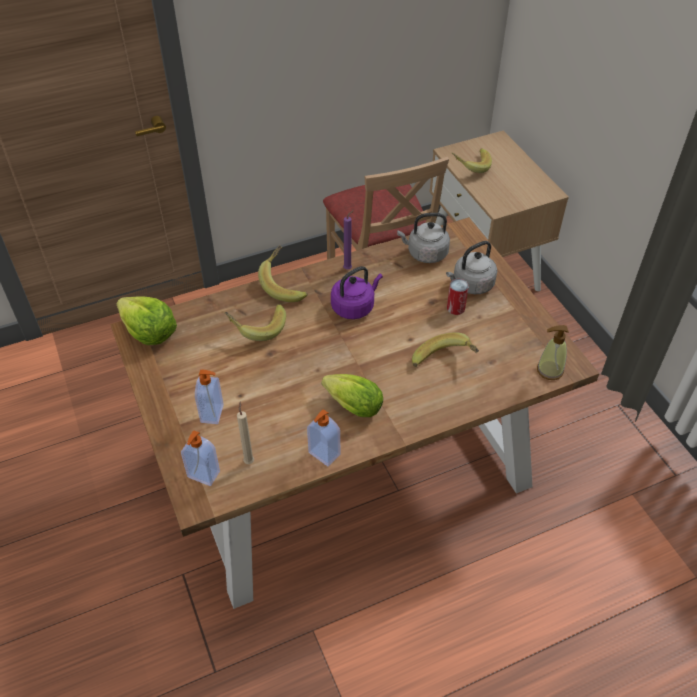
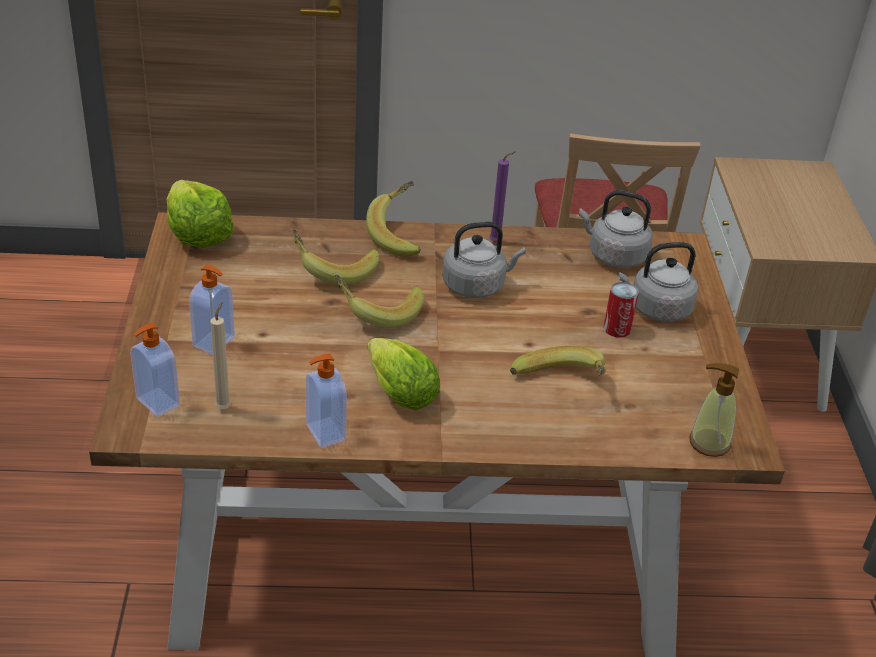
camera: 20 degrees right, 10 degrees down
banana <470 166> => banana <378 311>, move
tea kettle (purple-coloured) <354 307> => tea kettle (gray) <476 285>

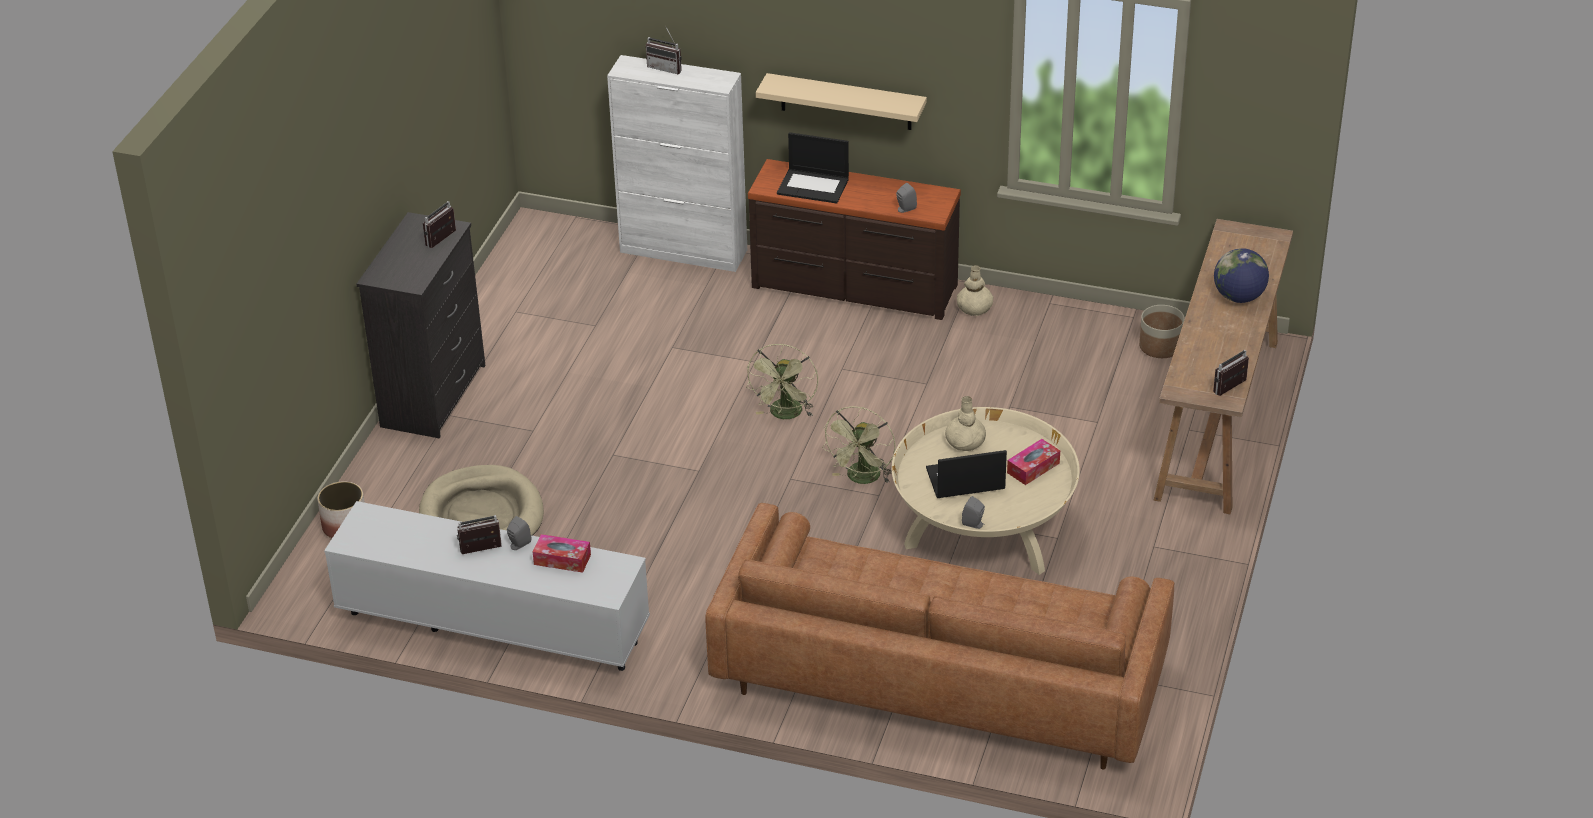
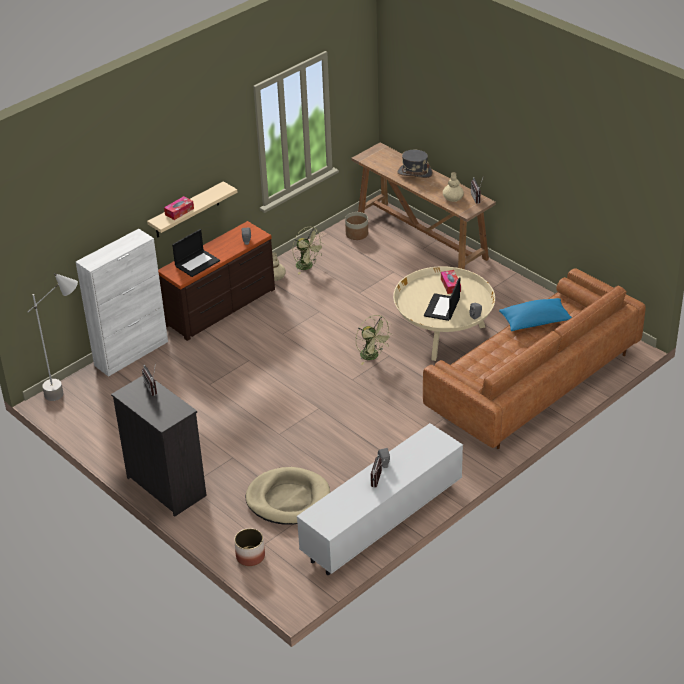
camera: 60 degrees left, 0 degrees up
nothing => standing lamp (gray) <70 392>
box of tissues <562 559> => box of tissues <179 211>, move
fan (greenish) <785 415> => fan (greenish) <307 266>, move
desk globe <1239 297> => wearable hat (gray) <414 173>
decorative vase (sand-coloured) <965 442> => decorative vase (sand-coloured) <453 197>, move
nothing => throw pillow (blue) <535 322>
radio receiver <666 67> => nothing

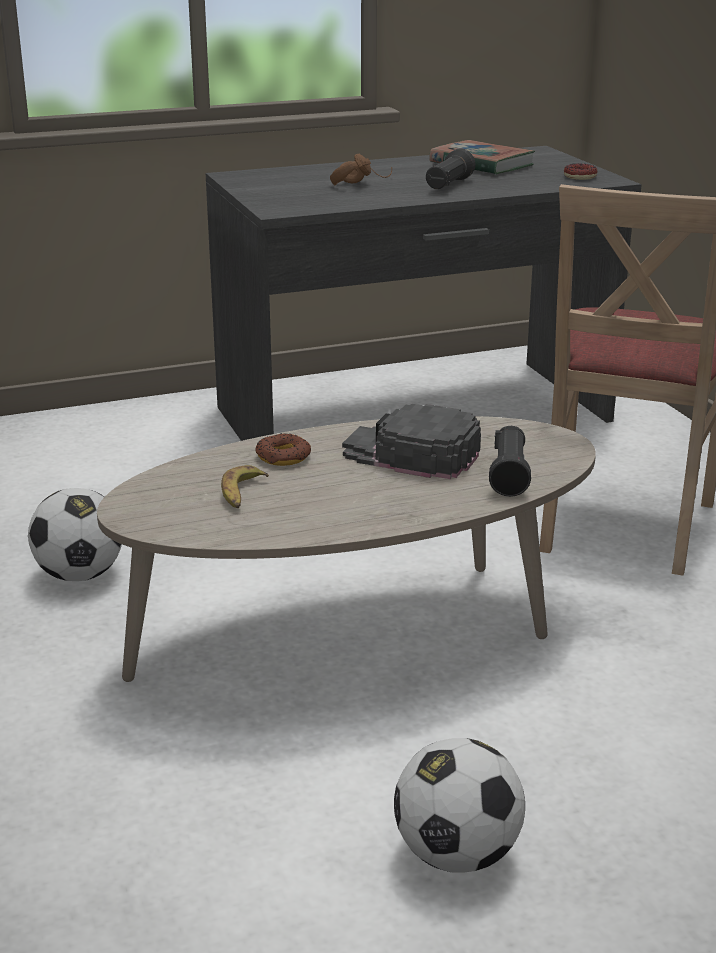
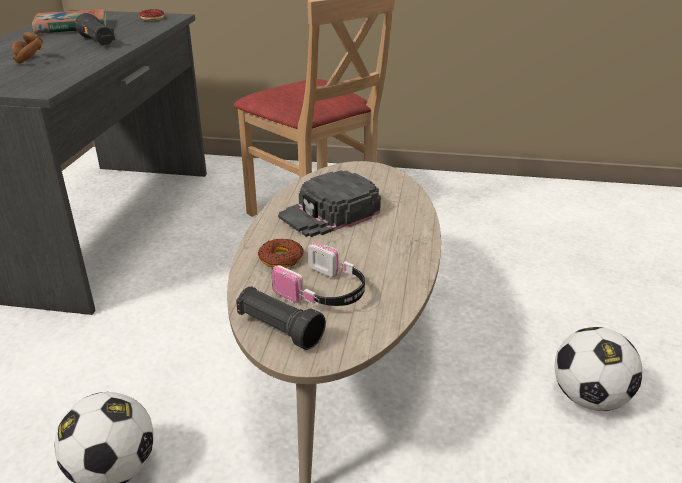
camera: 60 degrees left, 5 degrees up
torch (black-coloured) <509 475> => torch (black-coloured) <279 329>, move
banana <242 494> => headphones <324 293>

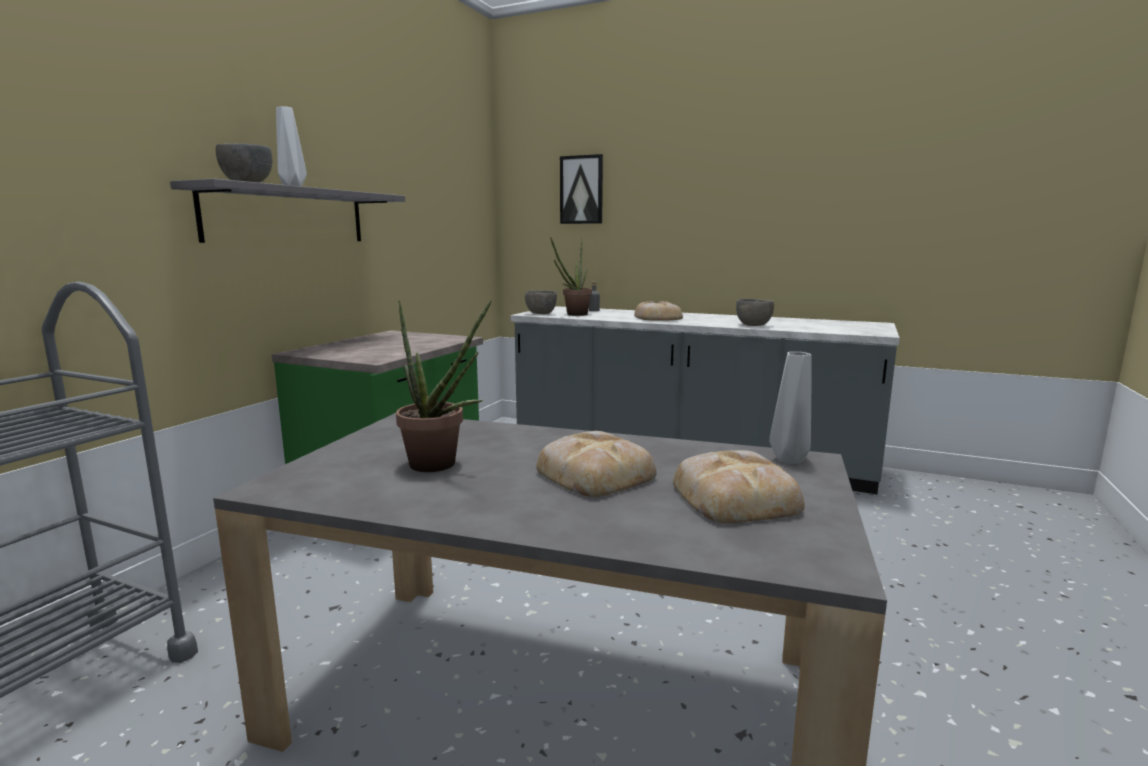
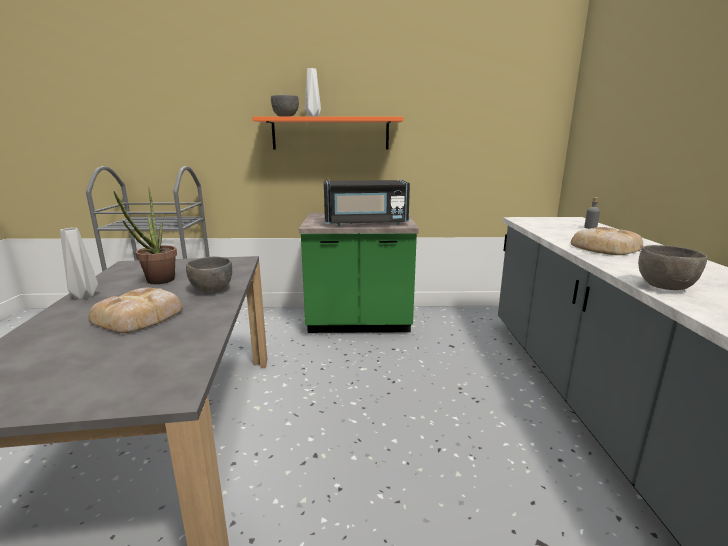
camera: 65 degrees right, 5 degrees up
decorative vase (gray) <787 459> => decorative vase (gray) <85 296>, move
serving bowl (gray) <540 314> => serving bowl (gray) <212 290>, move
wall shelf (gray) <288 216> => wall shelf (orange-coloured) <330 134>
nothing => kitchen microwave (black-coloured) <365 223>
plant in a pot <573 315> => nothing
wall art <581 190> => nothing
bread <735 497> => nothing

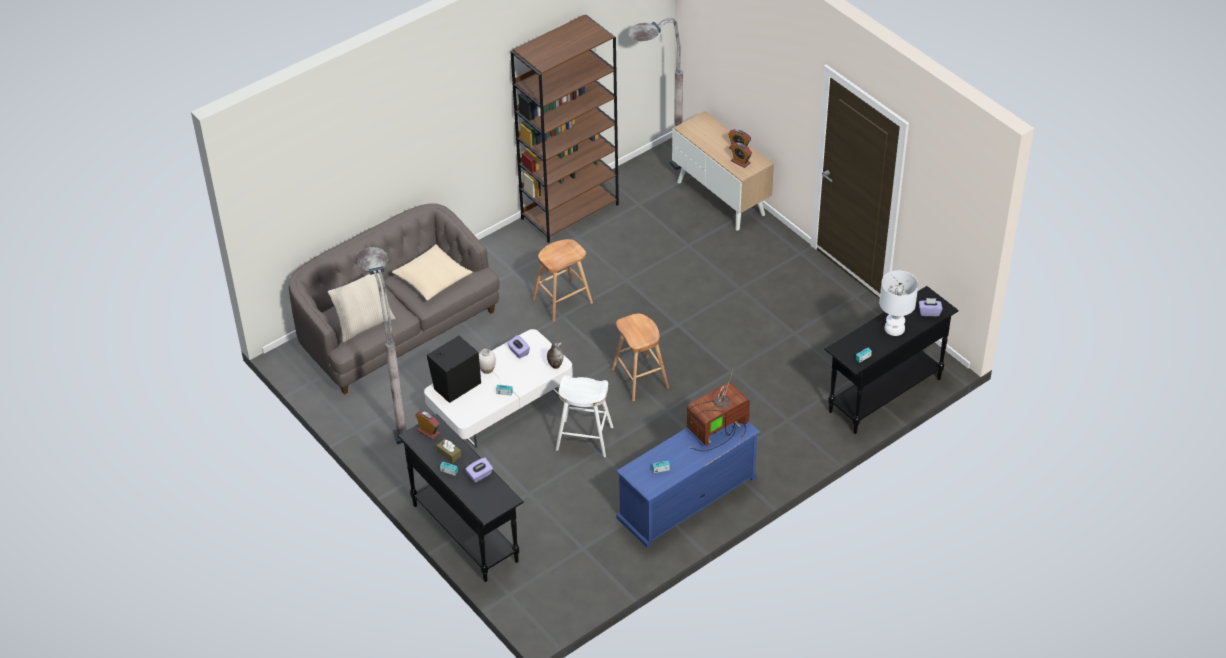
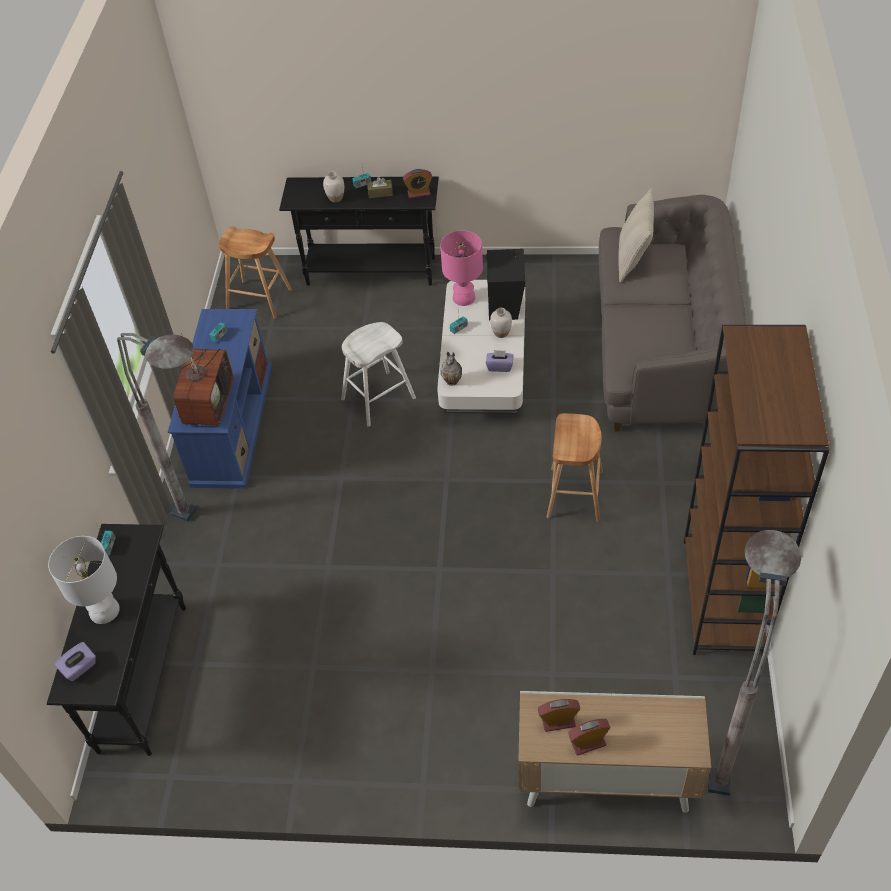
camera: 135 degrees right, 5 degrees up
standing lamp (gray) <395 414> => standing lamp (gray) <217 525>, move
stool (brown) <640 378> => stool (brown) <259 299>, move
box of tissues (purple-coloured) <479 475> => decorative vase (white) <336 198>
nothing => table lamp (pink) <464 298>
throw pillow (sand-coloured) <432 278> => nothing

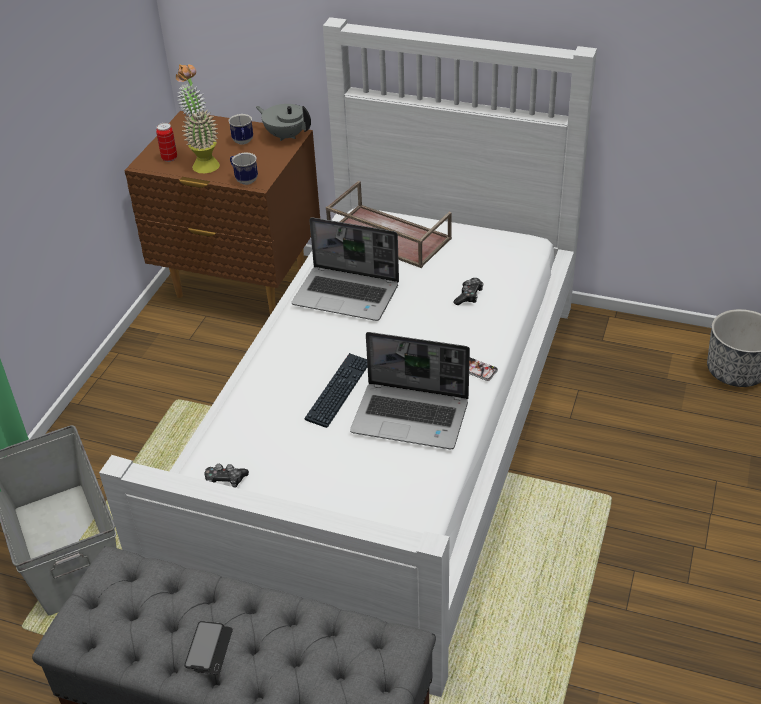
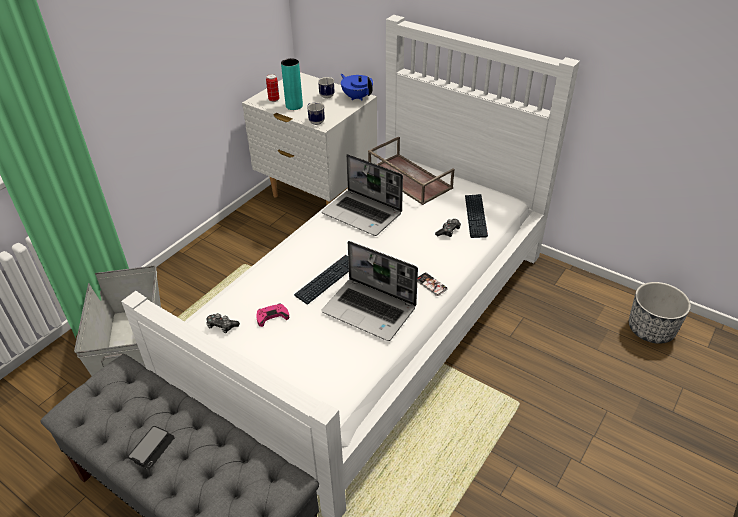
camera: 15 degrees right, 0 degrees up
night table (brown) <240 284> => night table (white) <317 196>
nothing => joypad (pink) <272 316>
plant in a pot <203 163> => decorative vase (turquoise-coloured) <294 106>
tea pot (gray) <286 135> => tea pot (blue) <357 97>
nothing => keyboard <475 216>

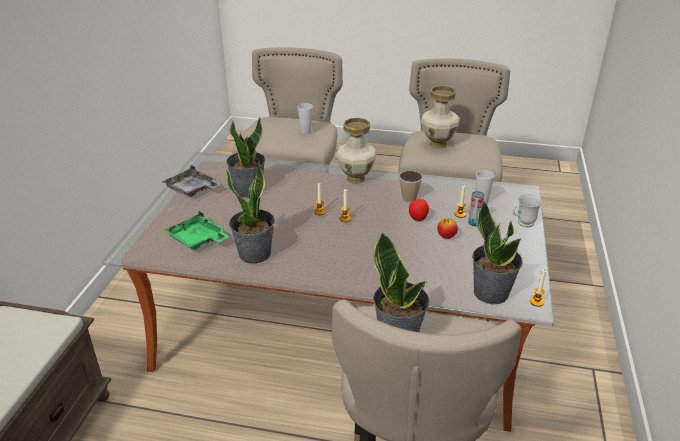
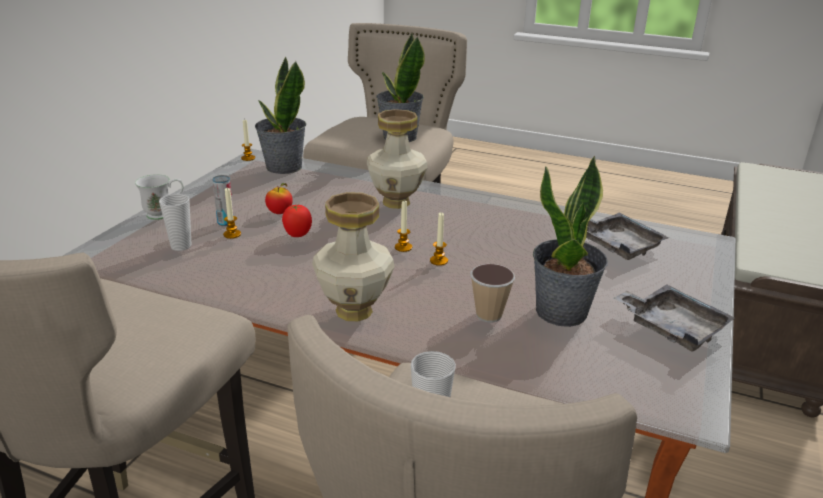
camera: 170 degrees left, 5 degrees down
decorative vase <438 144> => decorative vase <396 202>, move
small cup <409 198> => small cup <489 315>, move
carrying tray (greenish) <198 240> => carrying tray (gray) <617 244>
plant in a pot <255 254> => nothing

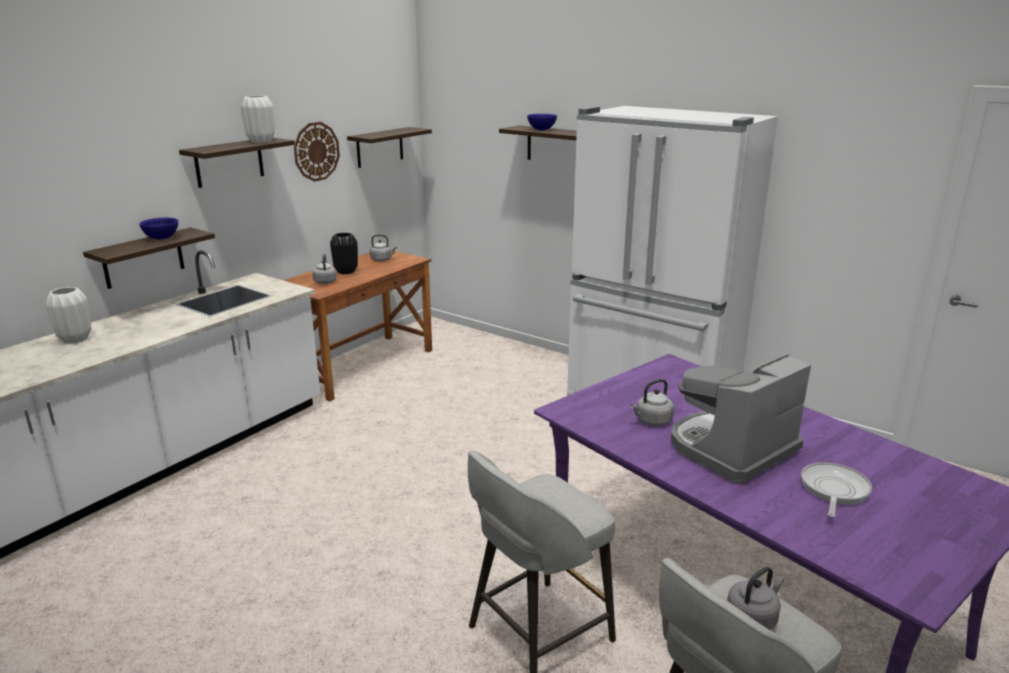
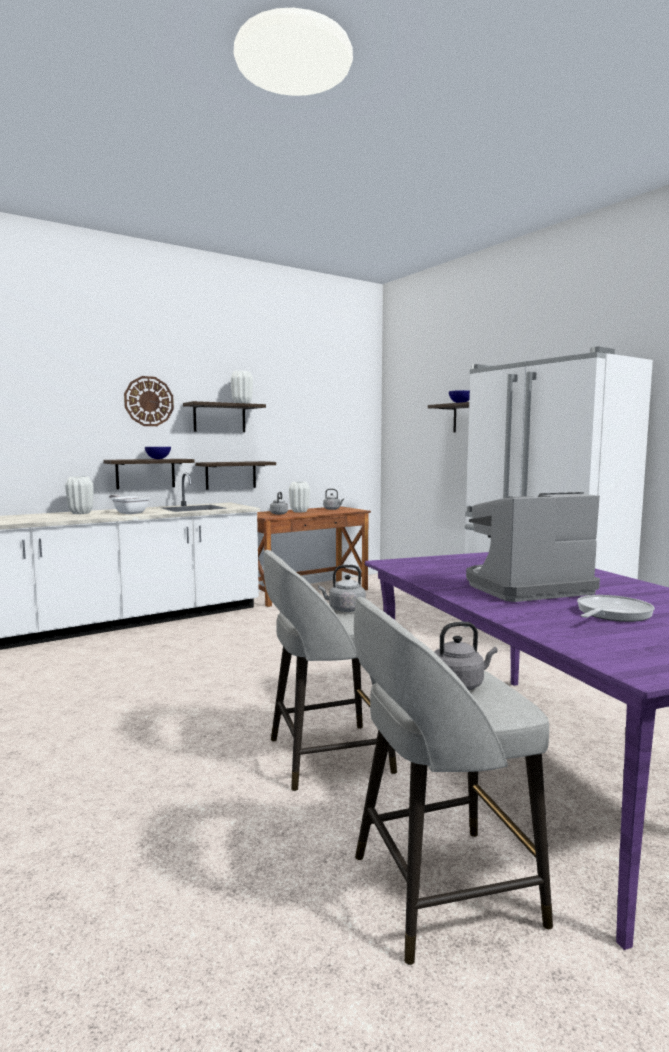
camera: 20 degrees right, 15 degrees down
nothing => frying pan <129 513>
clock on the wall <316 151> => clock on the wall <149 401>, move
wall shelf <380 147> => wall shelf <231 475>, move
decorative vase (black-coloured) <346 271> => decorative vase (white) <299 511>
tea kettle (gray) <652 421> => tea kettle (gray) <344 609>, move

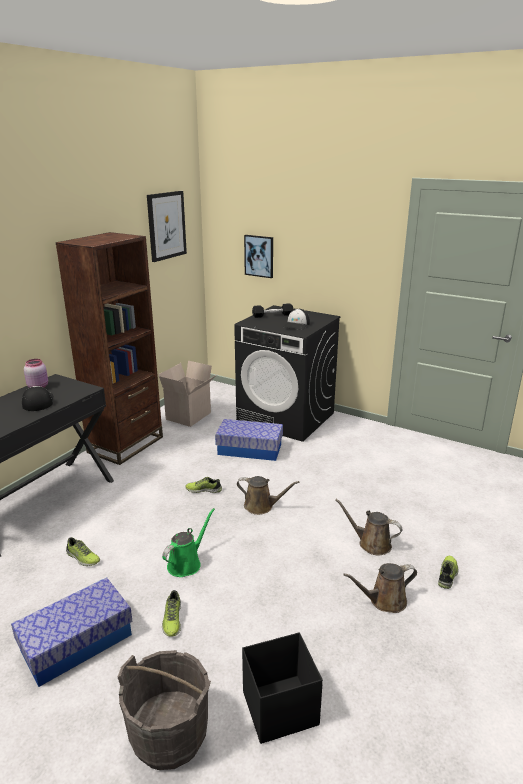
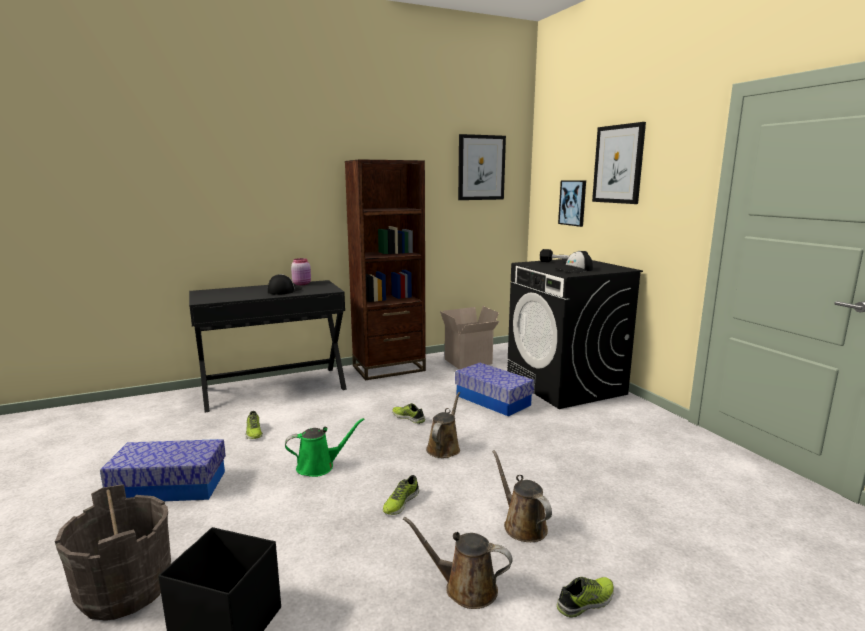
camera: 35 degrees right, 10 degrees down
item of footwear <172 619> => item of footwear <400 502>, move
watering can (brown) <261 506> => watering can (brown) <444 448>, 120 degrees counterclockwise
nothing => wall art <618 164>

